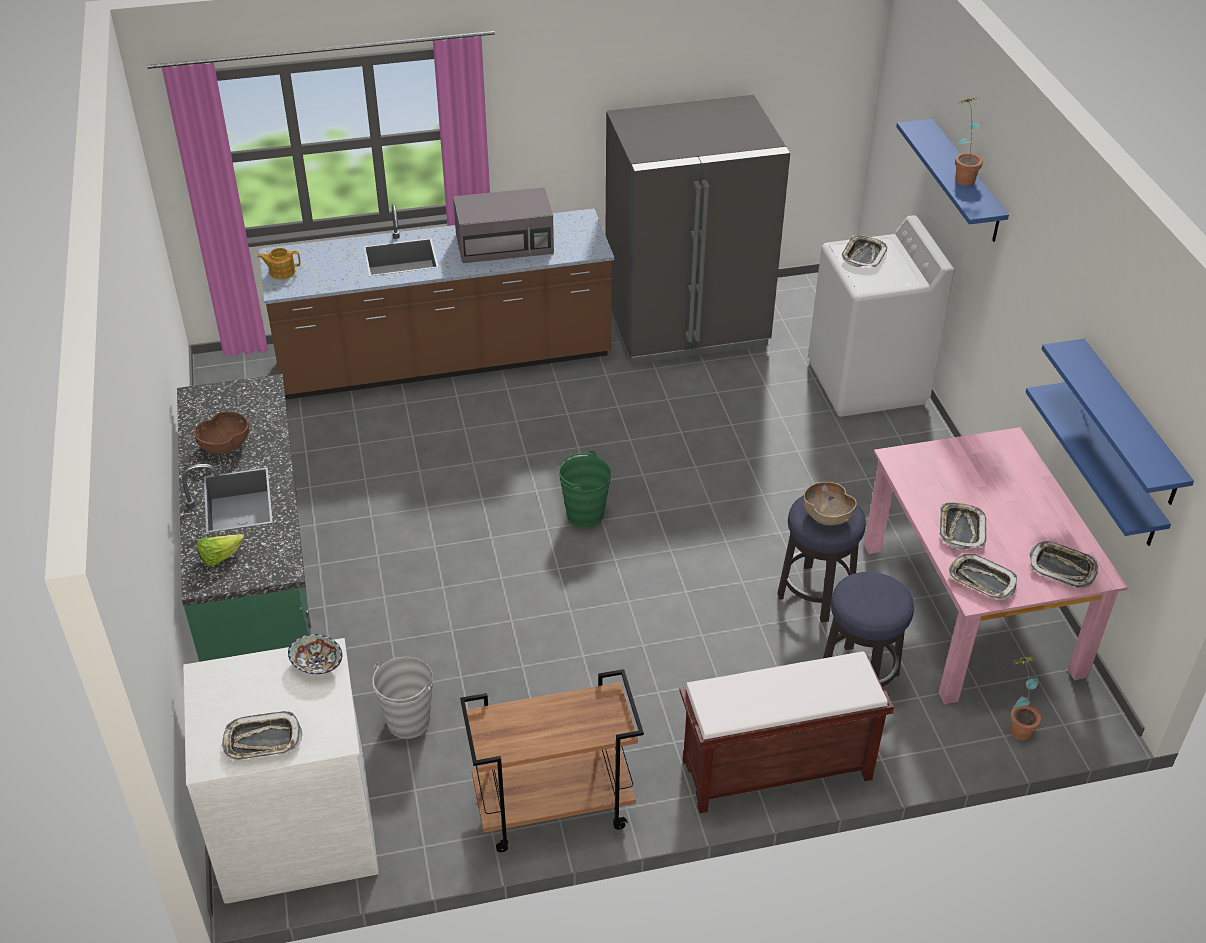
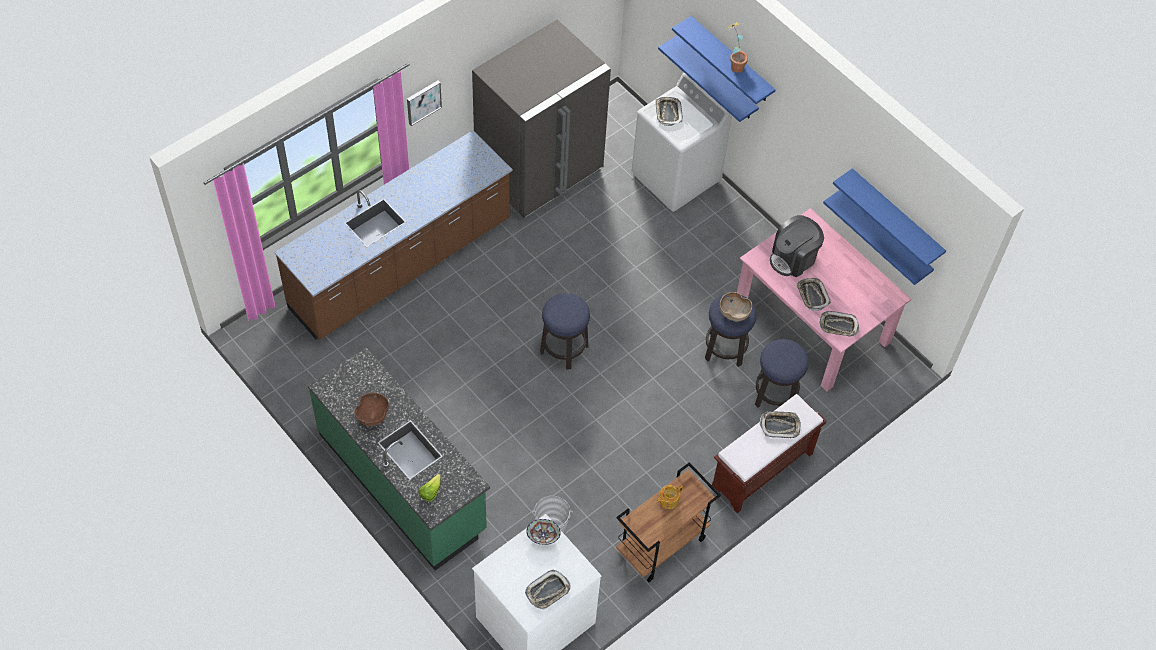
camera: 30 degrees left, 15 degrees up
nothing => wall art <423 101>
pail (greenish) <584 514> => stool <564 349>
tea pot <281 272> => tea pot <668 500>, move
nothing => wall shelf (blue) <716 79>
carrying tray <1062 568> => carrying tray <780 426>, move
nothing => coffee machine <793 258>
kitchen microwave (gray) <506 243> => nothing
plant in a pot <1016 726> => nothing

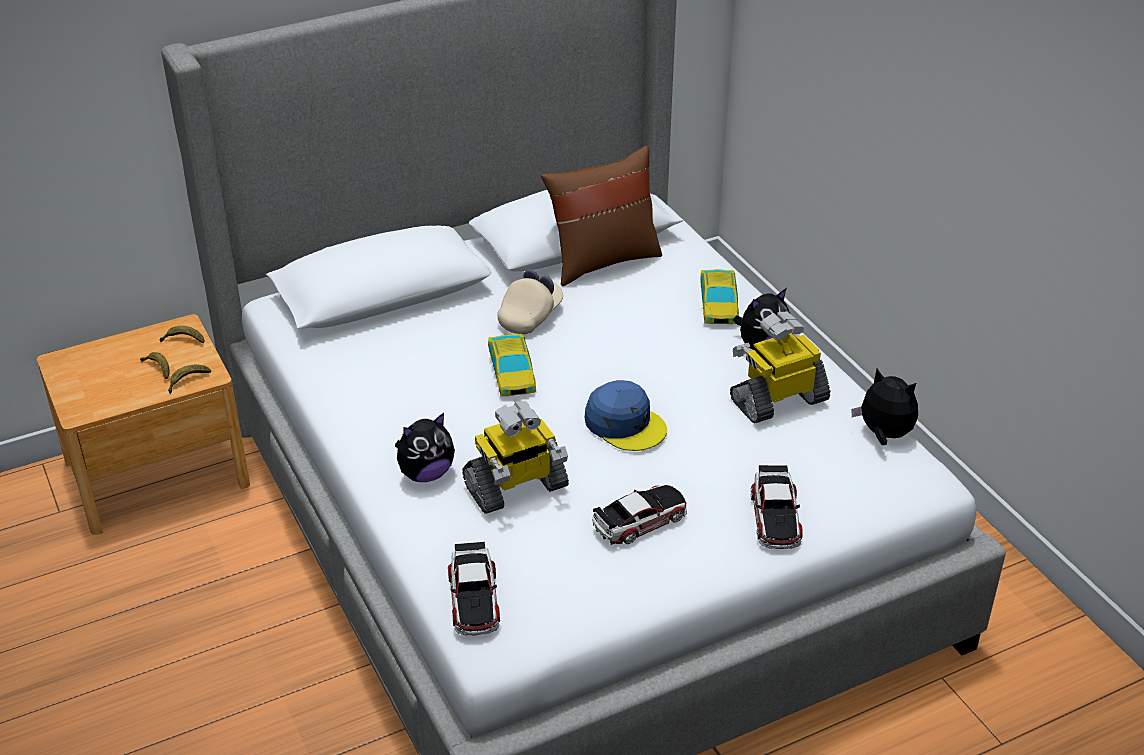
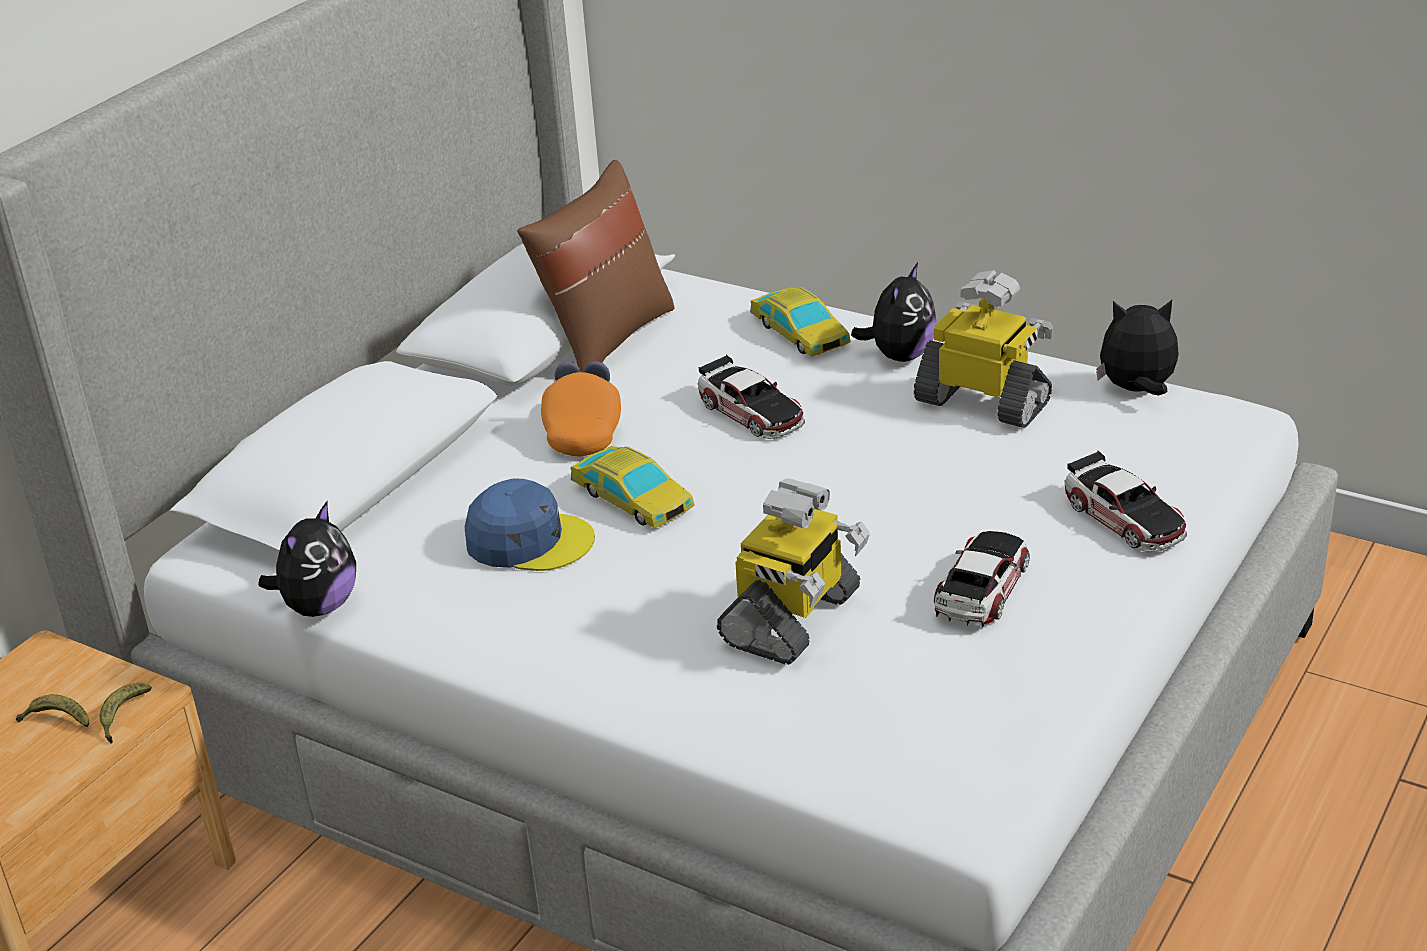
camera: 30 degrees left, 5 degrees down
plush toy <425 474> => plush toy <319 606>, move
baseball cap (blue) <625 424> => baseball cap (blue) <529 540>, move
baseball cap (sand-coloured) <530 316> => baseball cap (orange-coloured) <584 431>
miniature car <474 598> => miniature car <751 412>, move
robot figure <778 400> => robot figure <984 401>, 90 degrees clockwise
banana <183 340> => nothing

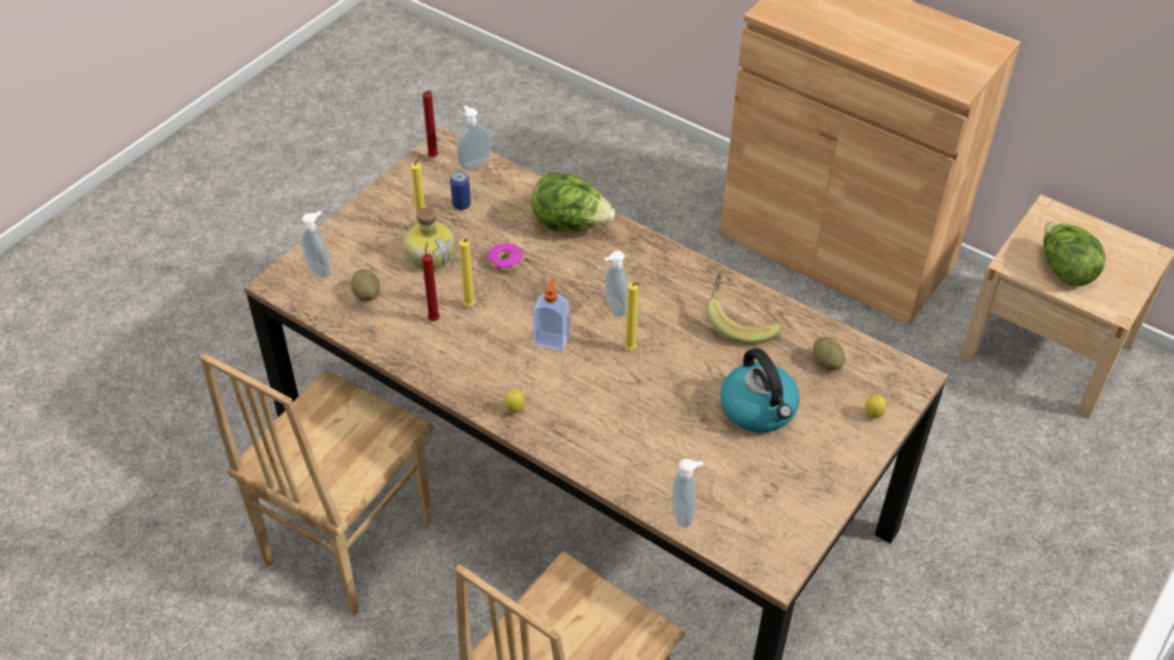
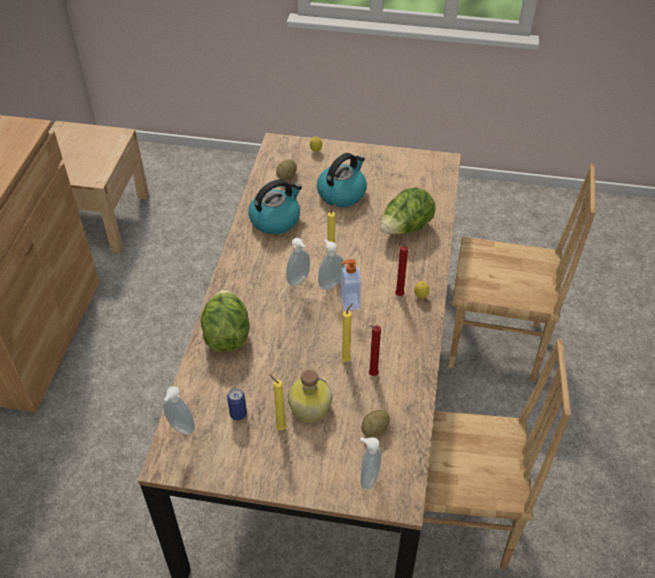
camera: 115 degrees left, 0 degrees up
banana <739 322> => tea kettle <275 219>
soap dispenser <684 514> => soap dispenser <330 283>, move
head of lettuce <1064 270> => head of lettuce <405 229>, move
wax light (reddish) <434 158> => wax light (reddish) <400 294>, move
doughnut <505 262> => nothing

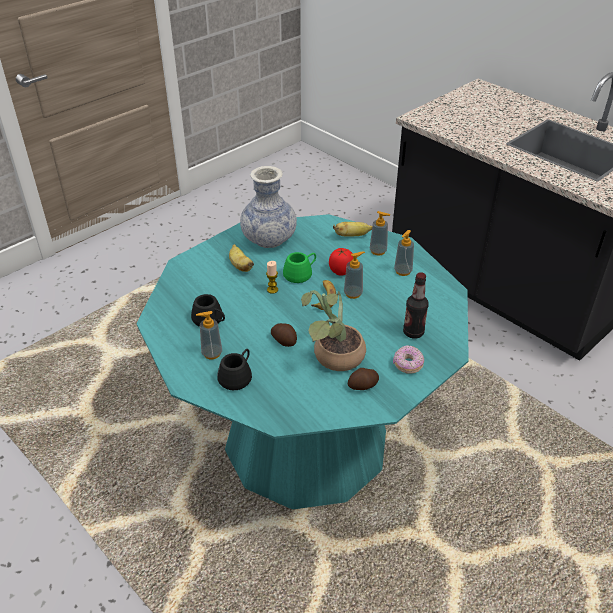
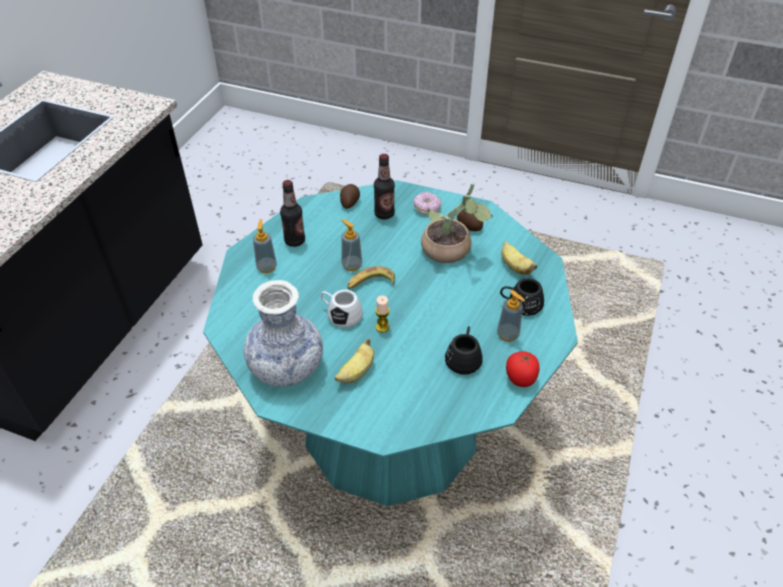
camera: 115 degrees left, 5 degrees up
soap dispenser <403 271> => beverage bottle <294 241>
tea mug (greenish) <300 274> => tea mug (white) <341 314>
whole potato <284 340> => whole potato <349 202>, move
banana <352 236> => banana <514 267>, move
fresh tomato <341 271> => fresh tomato <520 379>, move

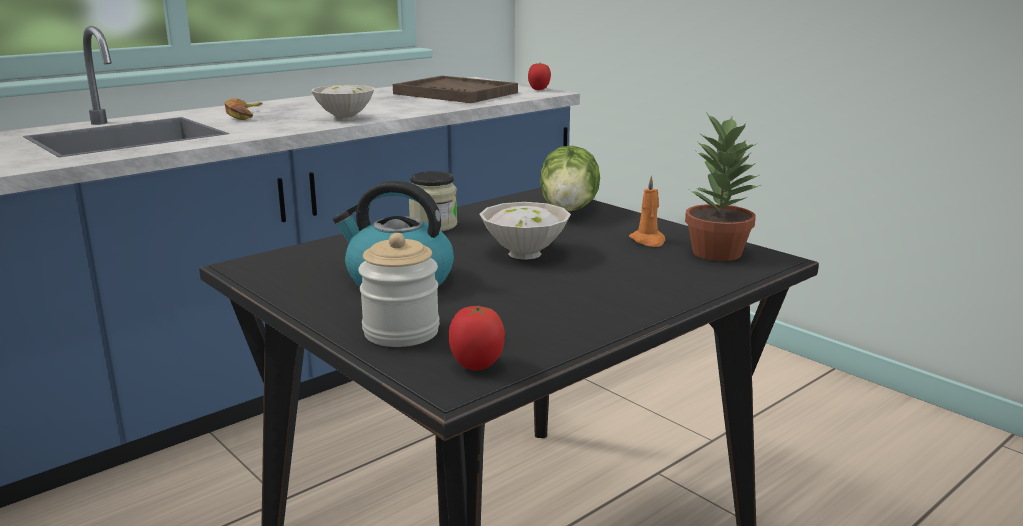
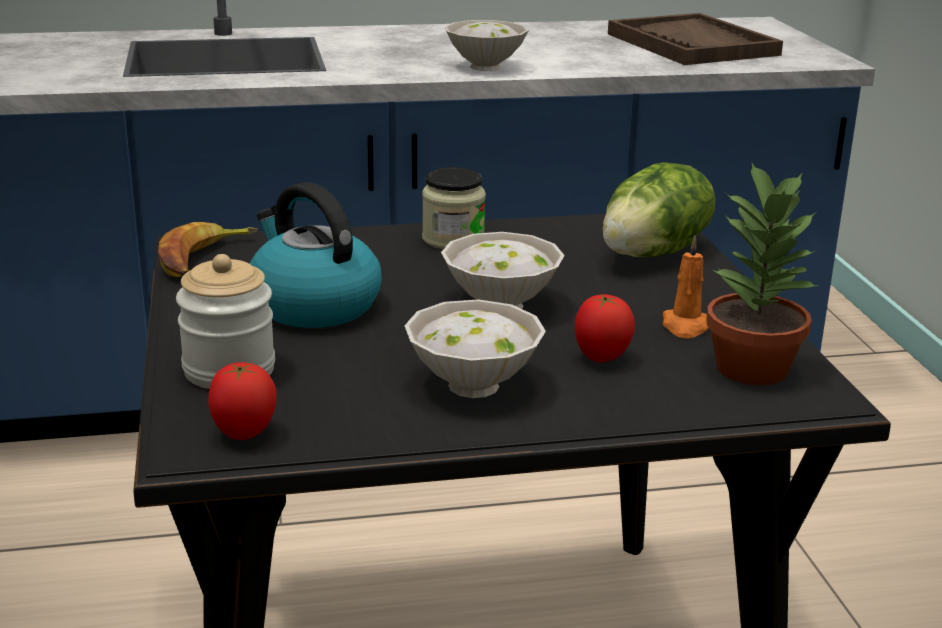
camera: 30 degrees right, 5 degrees up
banana <246 115> => banana <204 258>, move
nothing => serving bowl (white) <471 386>
fresh tomato <539 89> => fresh tomato <601 358>, move

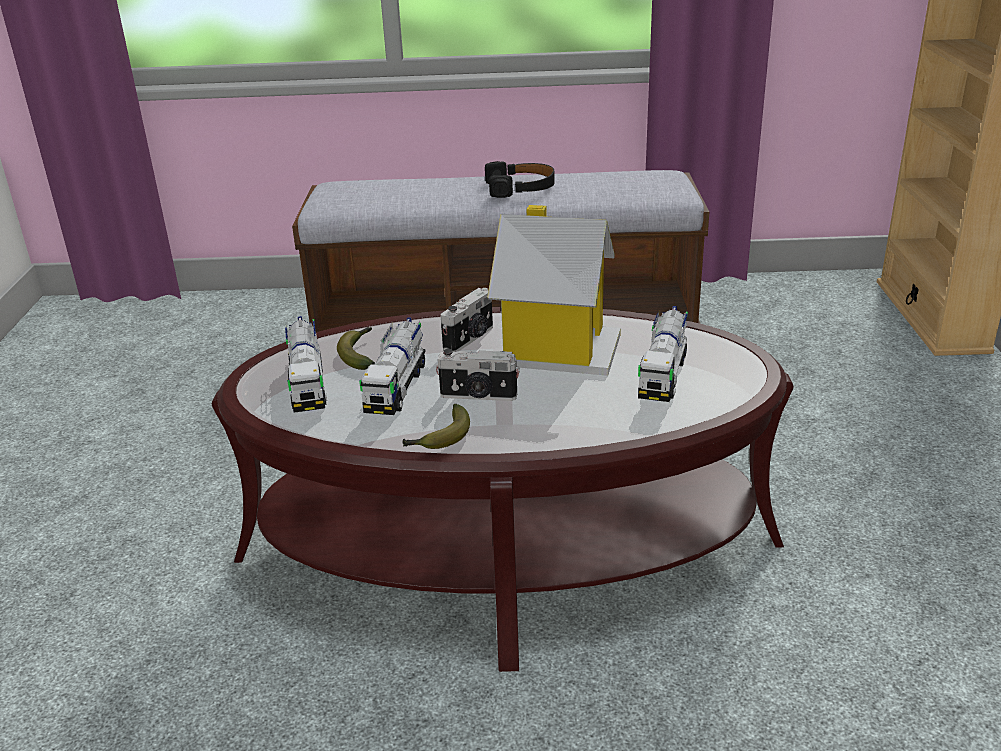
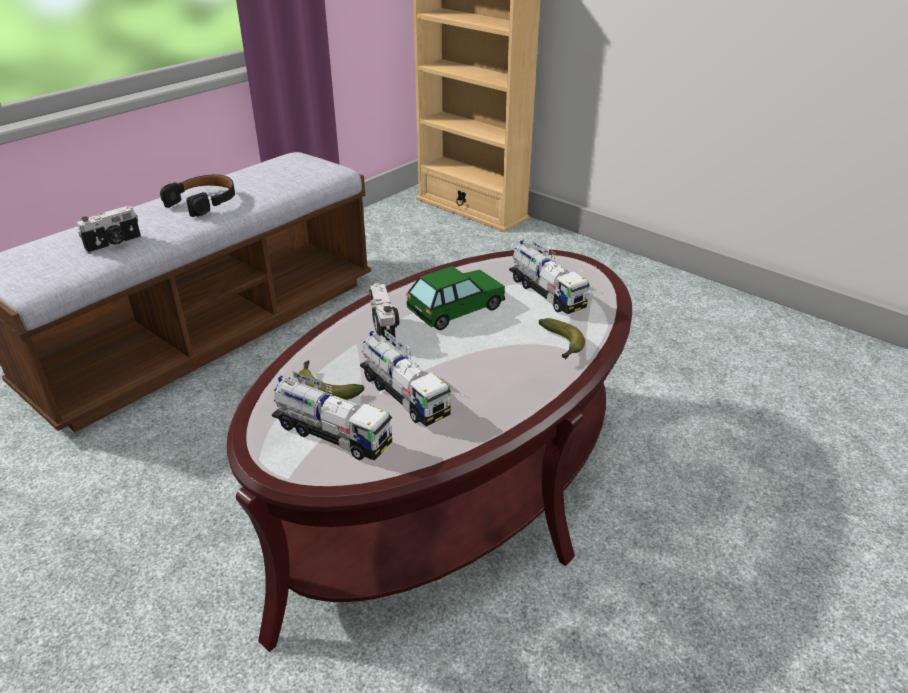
camera: 50 degrees left, 5 degrees up
photo camera <478 396> => photo camera <114 245>, move
toy house <557 349> => miniature car <456 308>
banana <440 438> => banana <562 345>, move

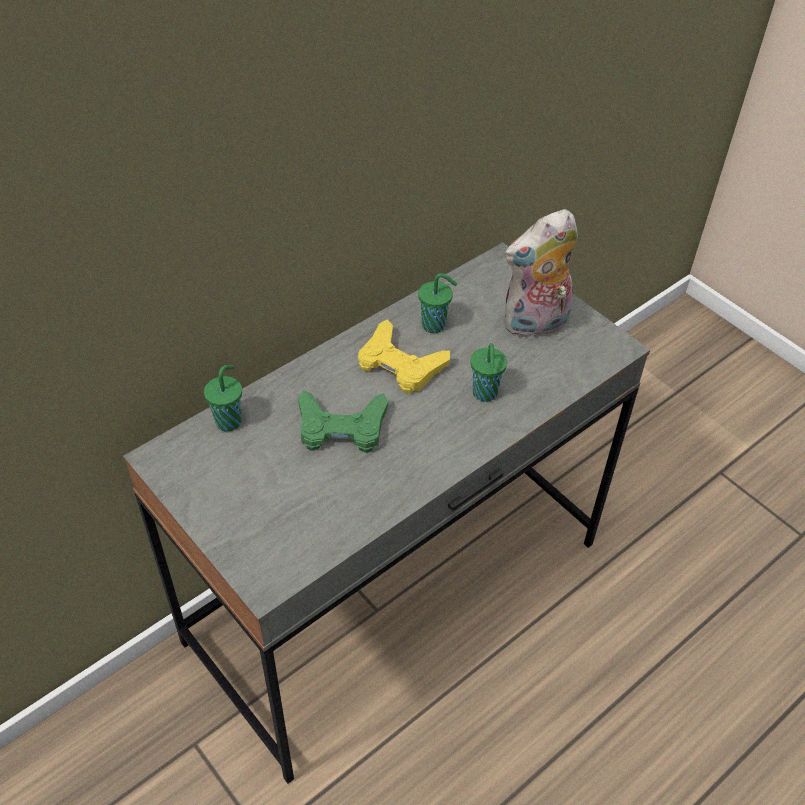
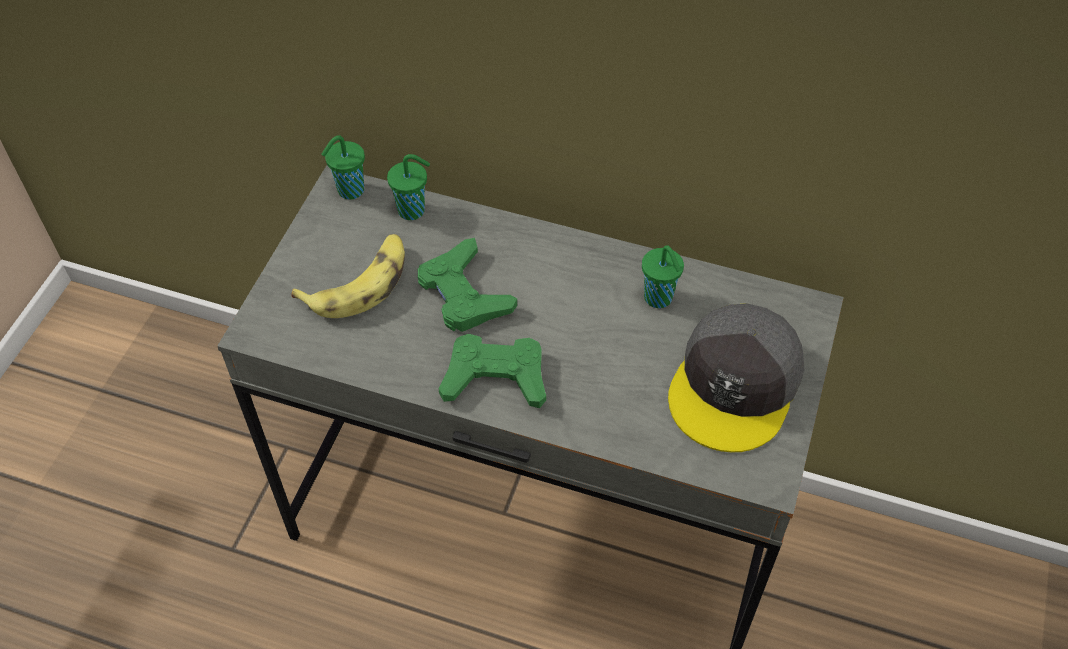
camera: 60 degrees right, 5 degrees up
nothing => banana <360 283>
small cup (greenish) <485 394> => small cup (greenish) <349 191>, move
nothing => joypad (greenish) <495 377>
plush toy <535 325> => baseball cap (gray) <735 385>
joypad (yellowish) <400 364> => nothing

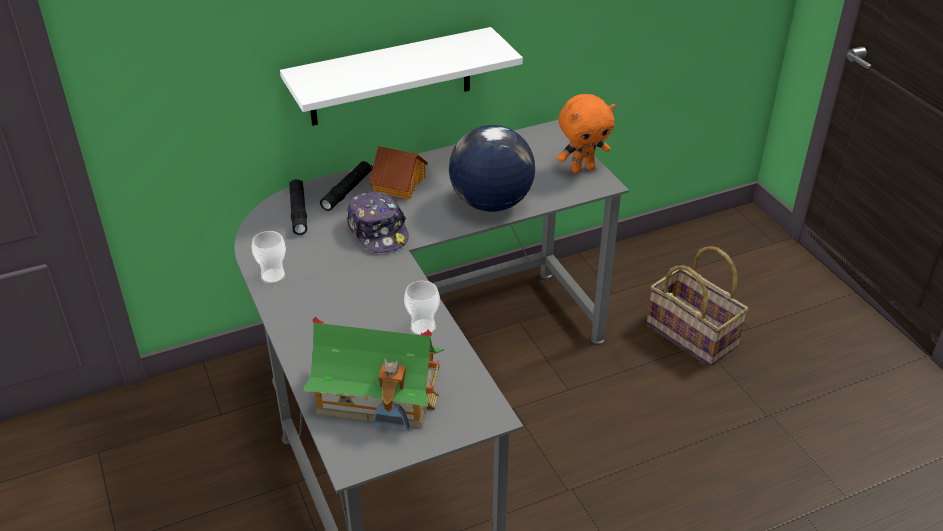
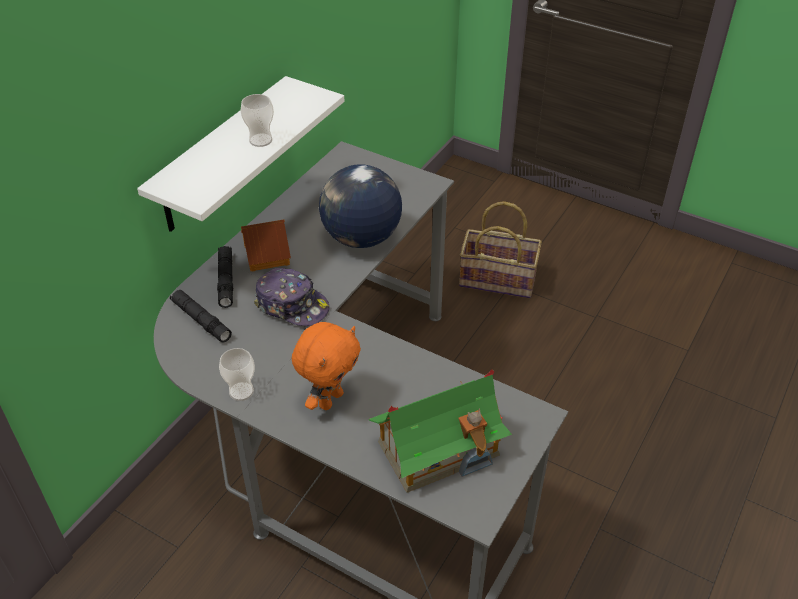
camera: 35 degrees left, 5 degrees up
small cup <423 327> => small cup <260 140>, move
plush toy (orange-coloured) <582 168> => plush toy (orange-coloured) <330 399>, move

